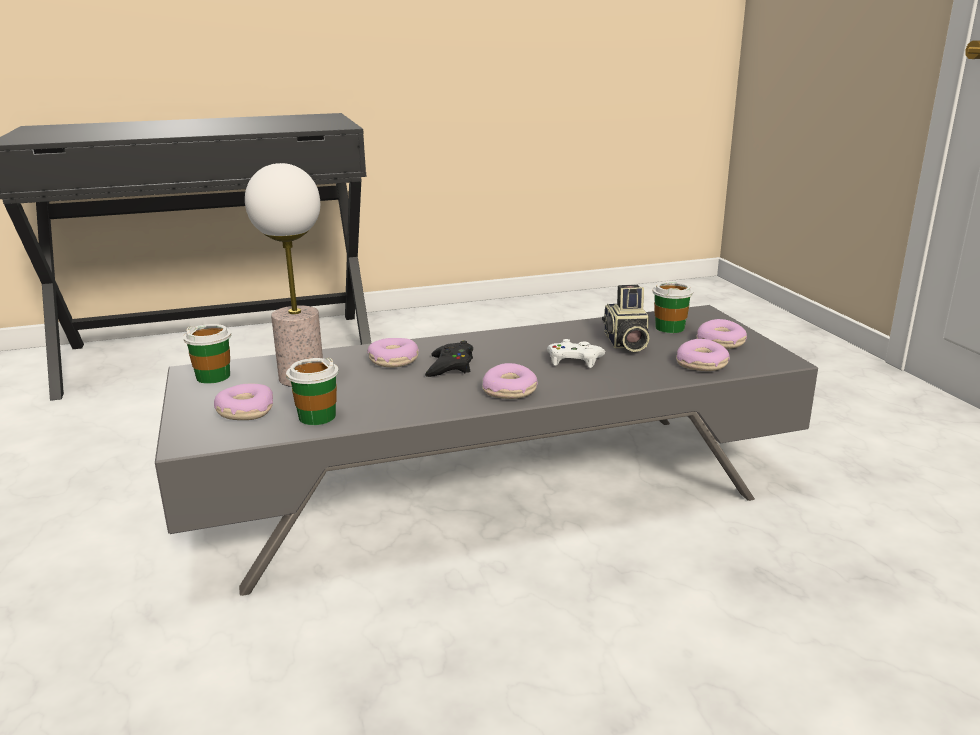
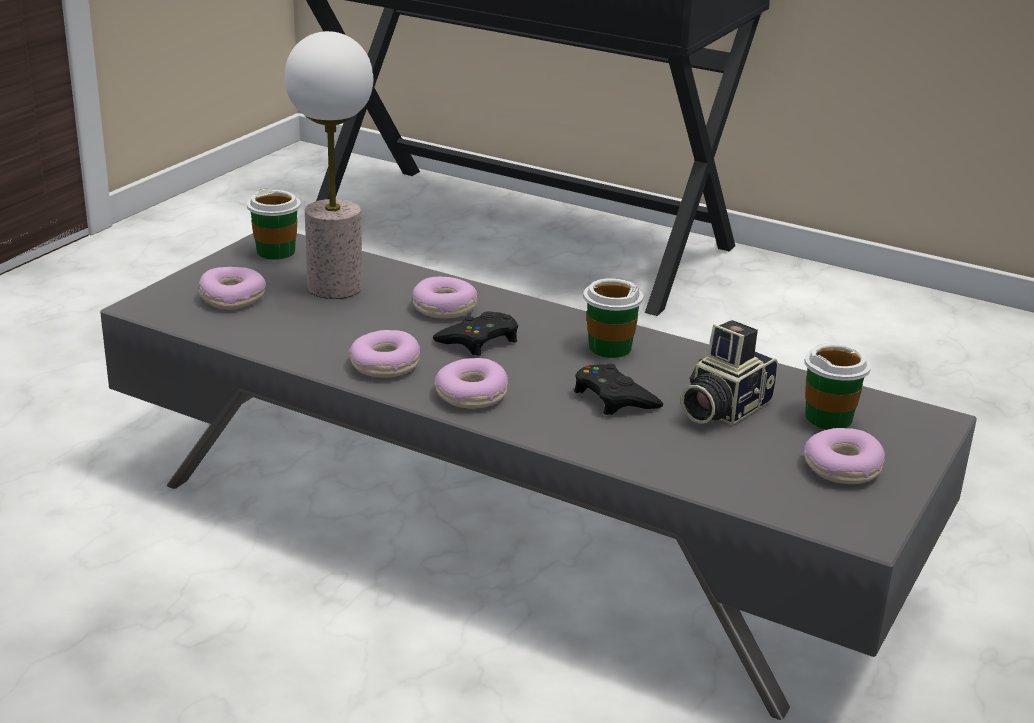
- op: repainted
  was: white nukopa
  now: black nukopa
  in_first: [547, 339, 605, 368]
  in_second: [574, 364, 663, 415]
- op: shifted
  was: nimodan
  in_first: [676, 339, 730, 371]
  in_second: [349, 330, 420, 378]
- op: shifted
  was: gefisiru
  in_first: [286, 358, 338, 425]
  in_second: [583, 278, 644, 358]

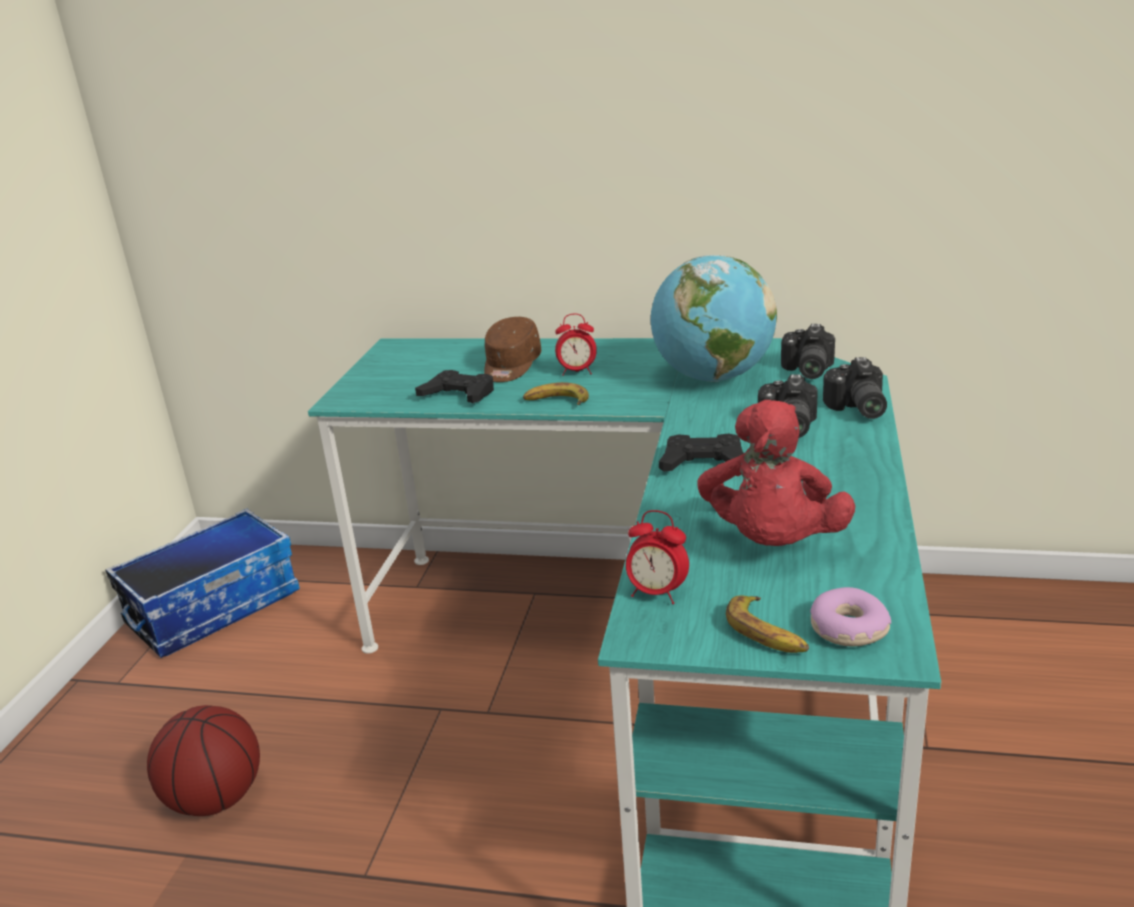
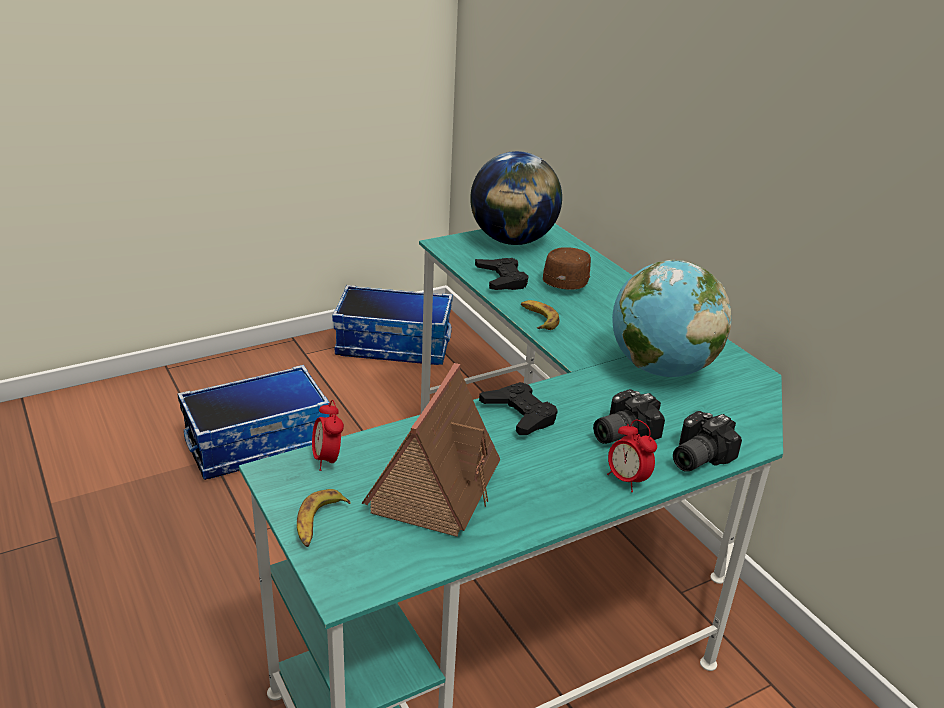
- op: shifted
  was: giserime
  in_first: [555, 314, 597, 376]
  in_second: [607, 420, 657, 492]
- op: rotated
  was: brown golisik
  in_first: [484, 317, 541, 382]
  in_second: [543, 247, 591, 290]
  clockwise: 135
- op: gone
  was: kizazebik
  in_first: [781, 324, 835, 379]
- op: swapped
  was: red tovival
  now: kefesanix
  in_first: [697, 400, 855, 546]
  in_second: [362, 363, 500, 537]
- op: gone
  was: nimodan
  in_first: [810, 587, 891, 646]
- op: swapped
  was: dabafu
  now: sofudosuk
  in_first: [147, 705, 260, 816]
  in_second: [177, 365, 330, 480]
- op: new
  now: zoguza
  in_second: [470, 151, 562, 245]

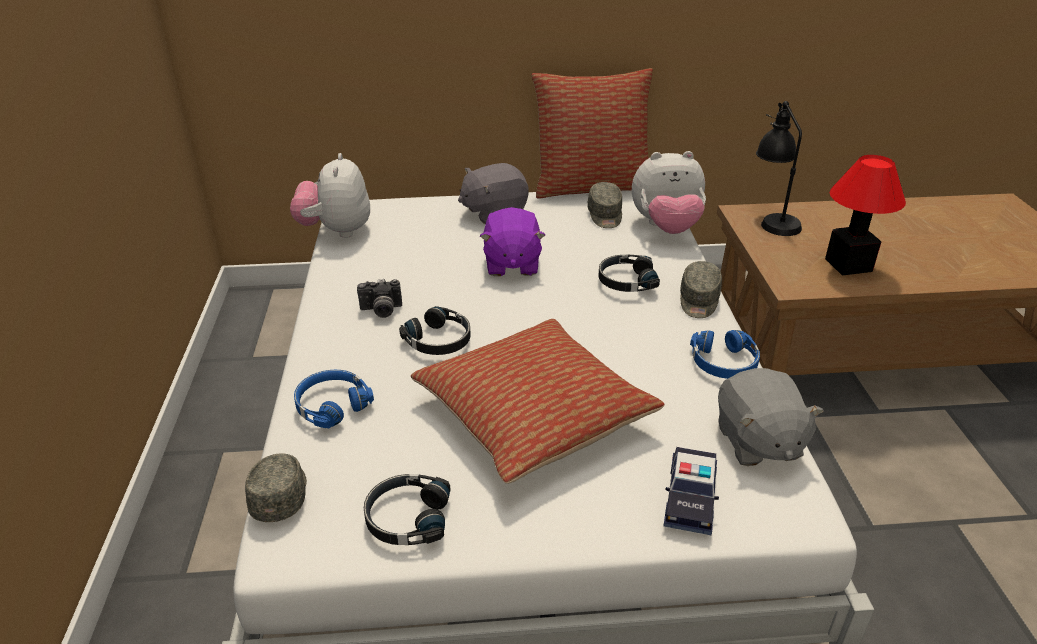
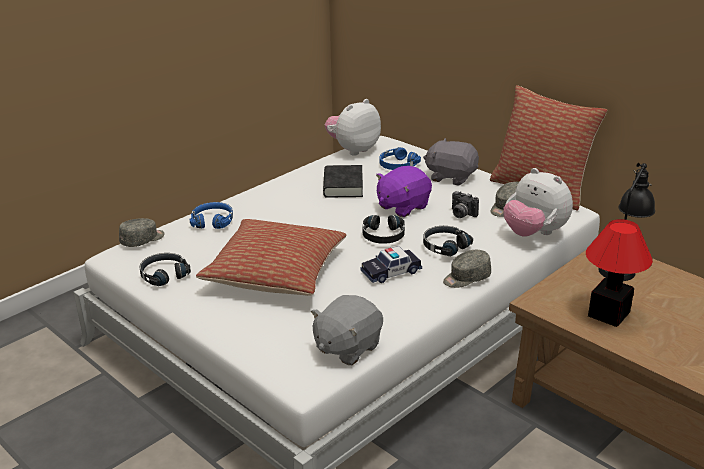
- op: shifted
  was: kizazebik
  in_first: [357, 279, 402, 318]
  in_second: [452, 191, 479, 218]
- op: shifted
  was: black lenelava
  in_first: [399, 306, 471, 355]
  in_second: [363, 215, 405, 244]
- op: shifted
  was: blue lenelava
  in_first: [690, 330, 760, 379]
  in_second: [380, 147, 421, 170]
- op: shifted
  was: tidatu
  in_first: [663, 447, 719, 535]
  in_second: [360, 246, 422, 283]
- op: new
  now: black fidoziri
  in_second: [323, 165, 363, 198]

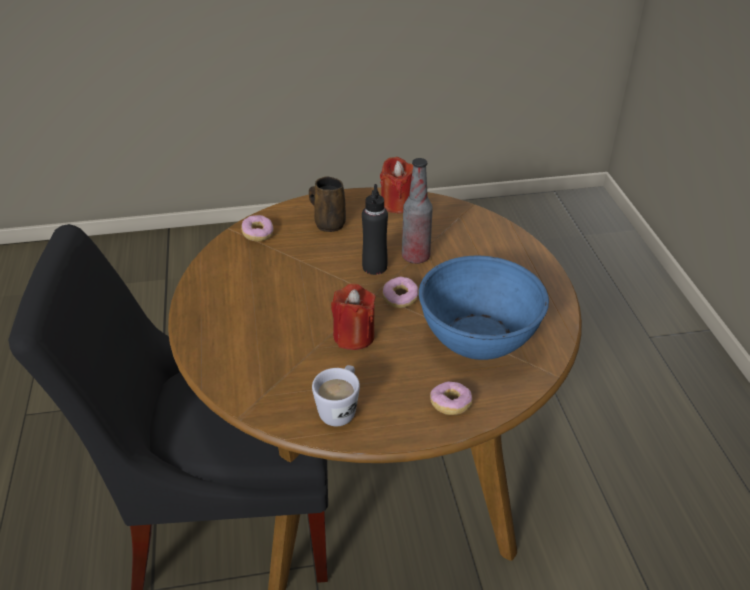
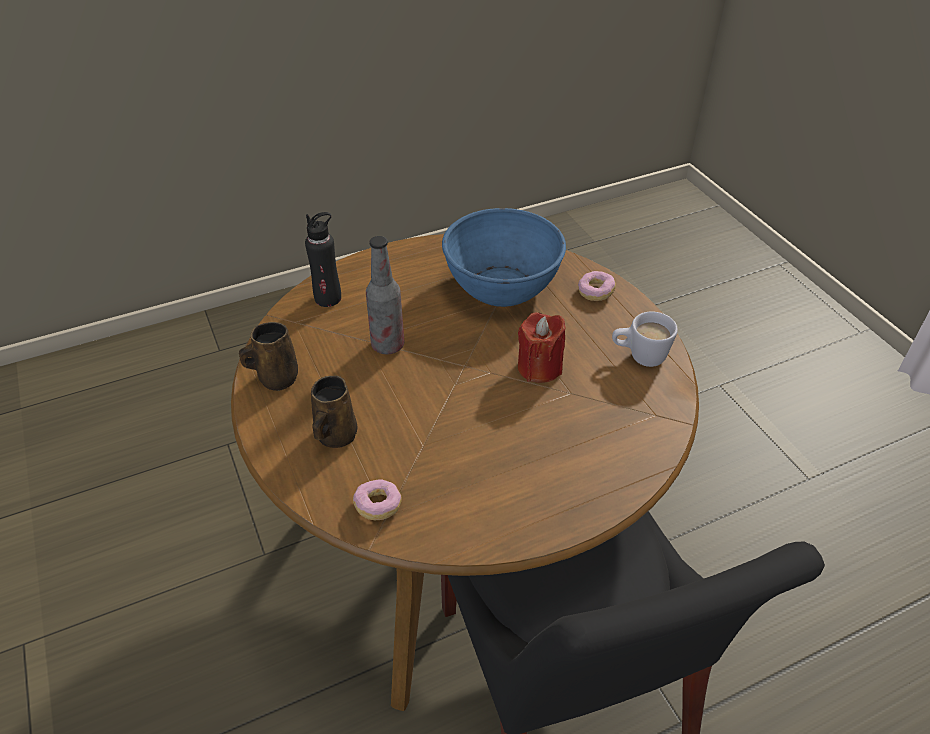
- op: swapped
  was: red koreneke
  now: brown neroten
  in_first: [380, 157, 413, 214]
  in_second: [239, 322, 298, 391]
- op: shifted
  was: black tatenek
  in_first: [362, 184, 388, 275]
  in_second: [305, 212, 341, 307]
- op: gone
  was: nimodan
  in_first: [382, 276, 419, 308]

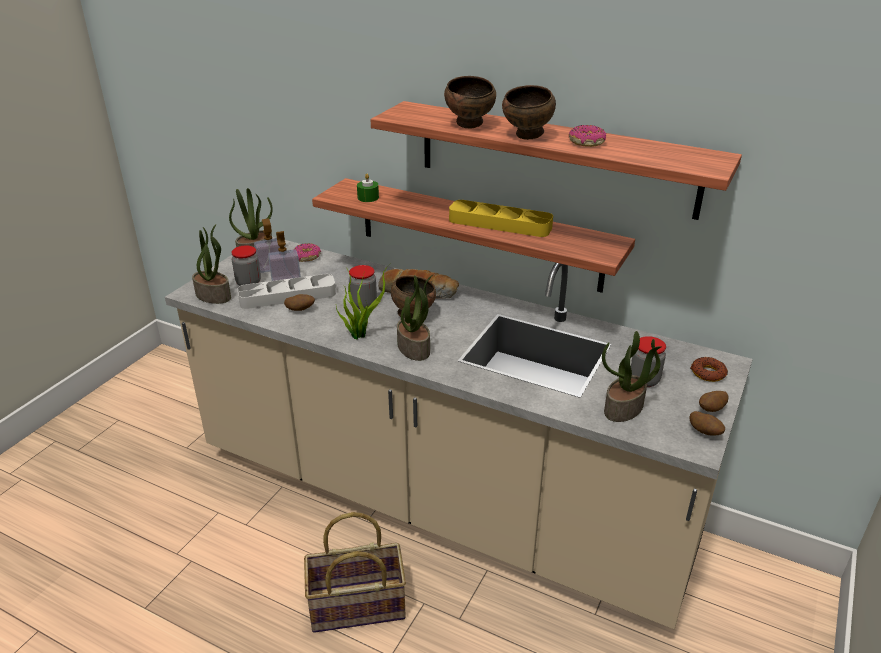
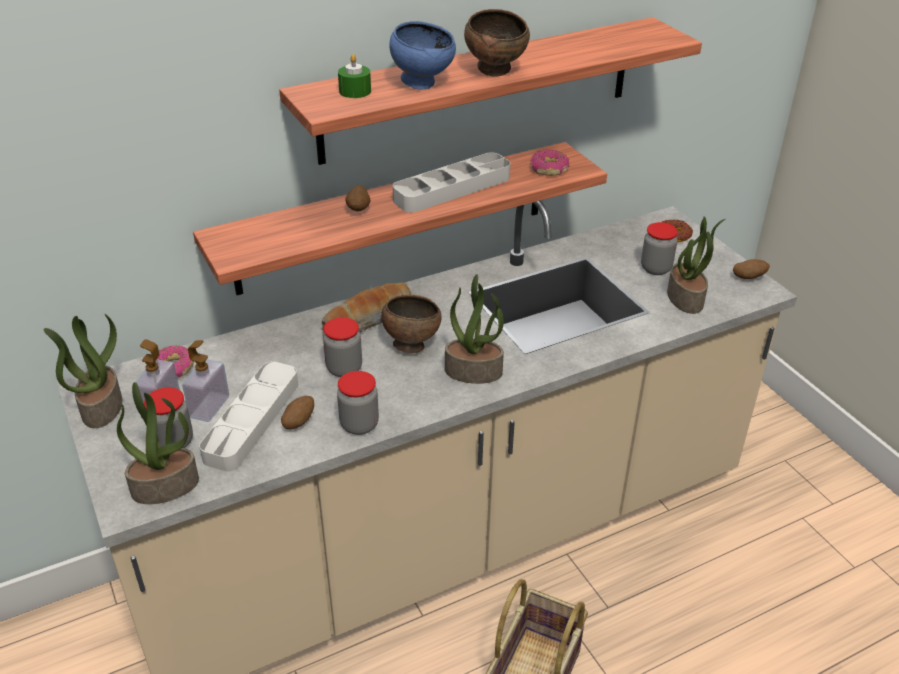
- op: repainted
  was: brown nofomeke
  now: blue nofomeke
  in_first: [444, 76, 496, 128]
  in_second: [389, 21, 456, 90]
- op: shifted
  was: nimodan
  in_first: [569, 125, 606, 147]
  in_second: [531, 150, 569, 176]
- op: shifted
  was: green koreneke
  in_first: [357, 174, 379, 202]
  in_second: [338, 54, 371, 98]
- op: repainted
  was: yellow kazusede
  now: grey kazusede
  in_first: [449, 200, 553, 237]
  in_second: [393, 152, 510, 213]
- op: gone
  was: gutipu
  in_first: [336, 263, 391, 339]
- op: shifted
  was: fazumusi
  in_first: [699, 391, 729, 412]
  in_second: [345, 185, 371, 211]
- op: new
  now: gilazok
  in_second: [337, 371, 379, 435]

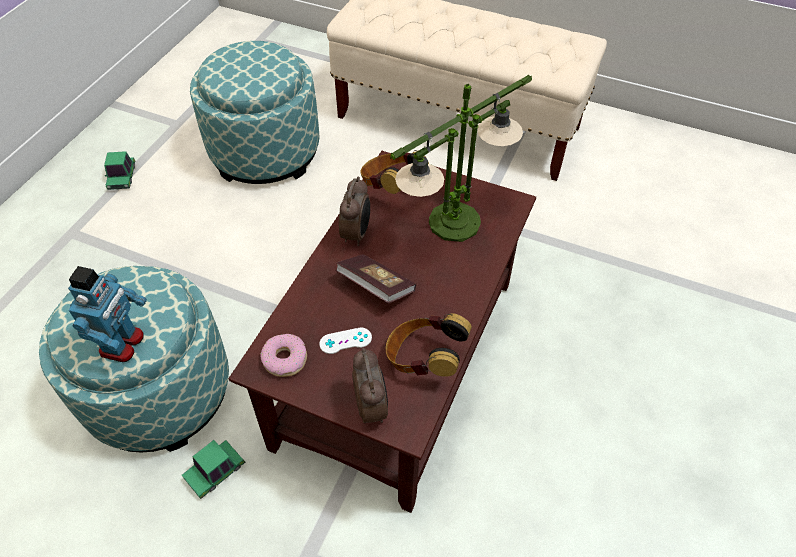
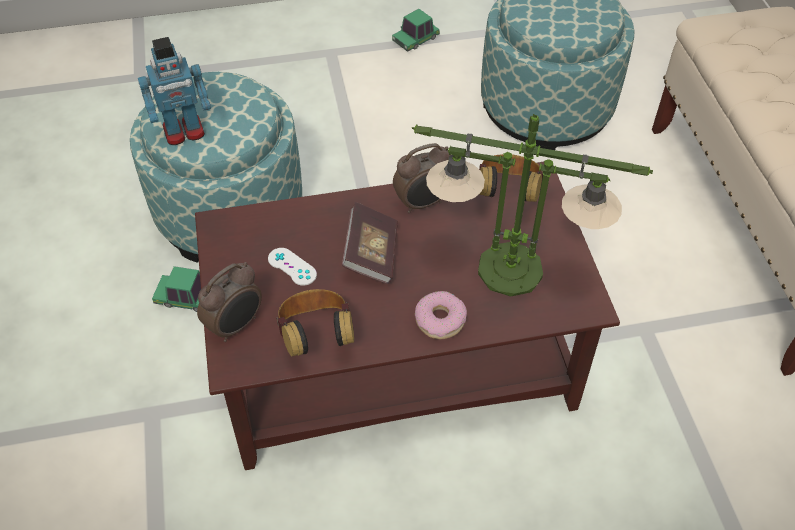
- op: shifted
  was: nimodan
  in_first: [260, 334, 307, 377]
  in_second: [415, 291, 467, 339]

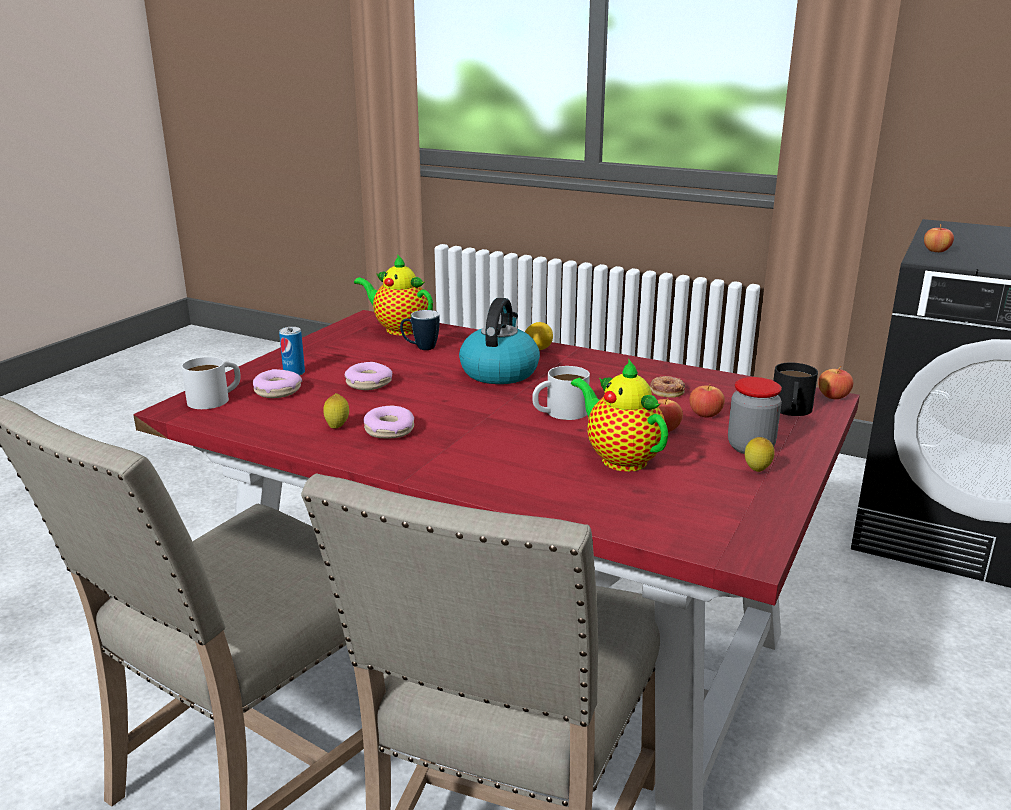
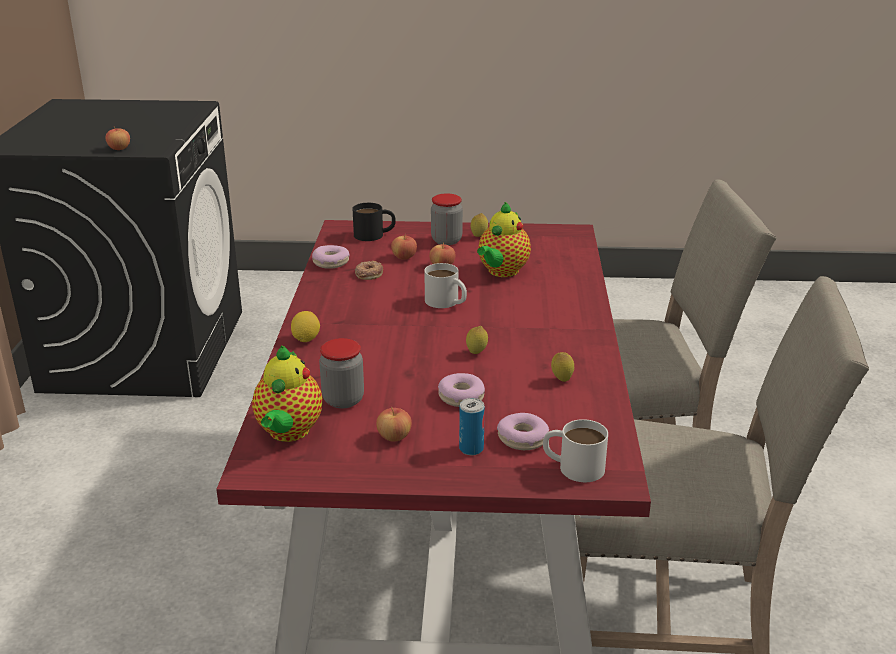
- op: gone
  was: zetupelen
  in_first: [459, 298, 540, 384]
- op: swapped
  was: neroten
  now: gilazok
  in_first: [400, 310, 440, 350]
  in_second: [319, 338, 364, 408]
- op: shifted
  was: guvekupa
  in_first: [818, 366, 853, 399]
  in_second: [376, 407, 412, 442]
- op: shifted
  was: nimodan
  in_first: [364, 406, 414, 438]
  in_second: [312, 245, 349, 269]
- op: new
  now: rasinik
  in_second: [466, 326, 488, 354]

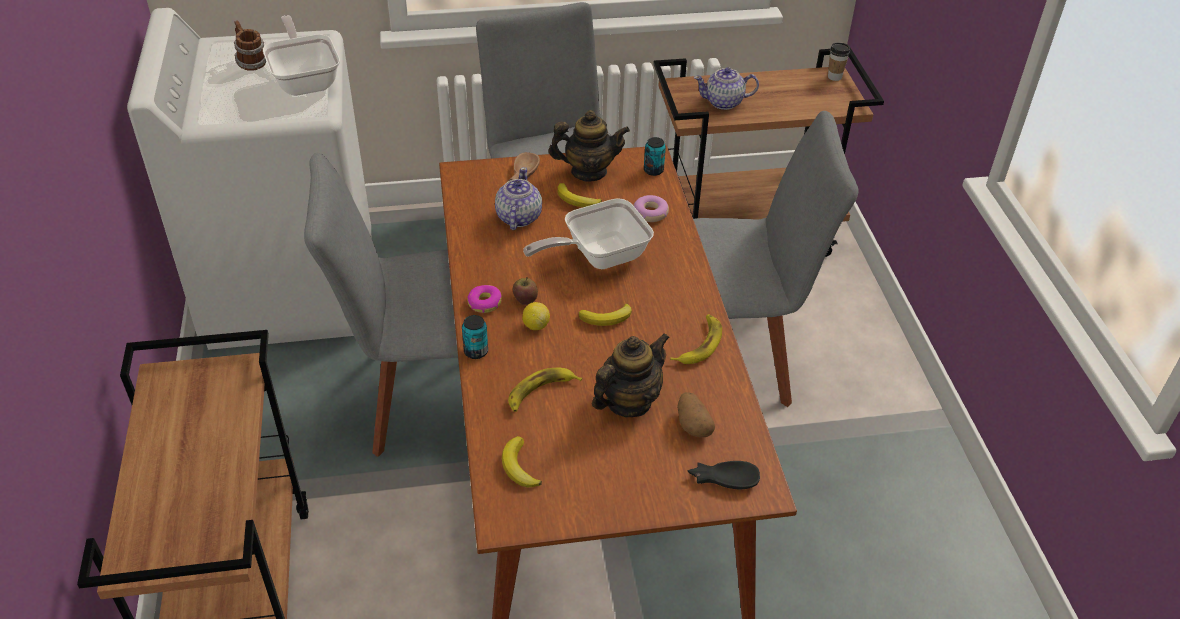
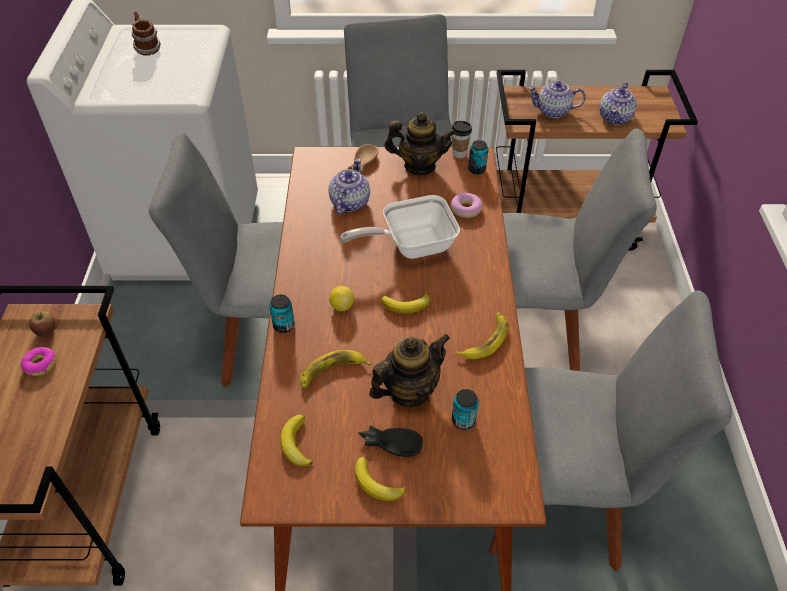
- op: gone
  was: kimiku
  in_first: [263, 15, 340, 96]
- op: shifted
  was: gefisiru
  in_first: [828, 42, 850, 81]
  in_second: [452, 121, 472, 158]
- op: shifted
  was: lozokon
  in_first: [557, 183, 602, 207]
  in_second: [355, 457, 406, 501]
- op: shifted
  was: guvekupa
  in_first: [513, 277, 538, 305]
  in_second: [29, 312, 55, 337]
- op: shifted
  was: nimodan
  in_first: [467, 285, 502, 313]
  in_second: [21, 347, 56, 376]
- op: swapped
  was: fazumusi
  now: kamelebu
  in_first: [677, 392, 715, 438]
  in_second: [452, 389, 479, 430]
- op: shifted
  was: black nofomeke
  in_first: [688, 461, 760, 489]
  in_second: [359, 426, 423, 457]
- op: new
  now: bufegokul
  in_second: [599, 82, 637, 125]
- op: new
  now: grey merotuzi
  in_second: [489, 290, 732, 572]

